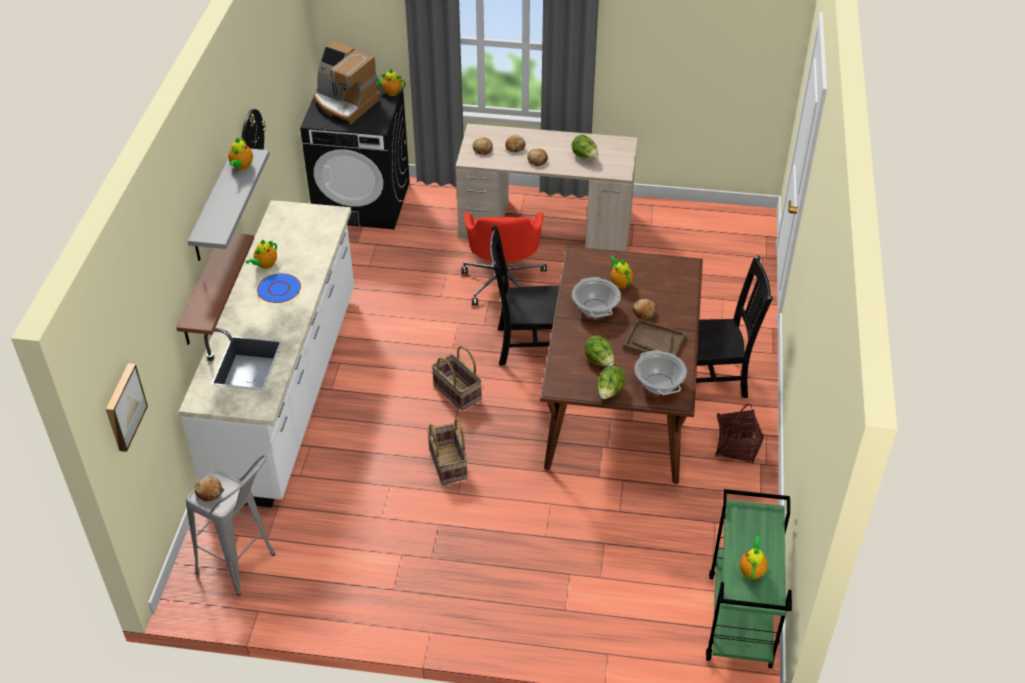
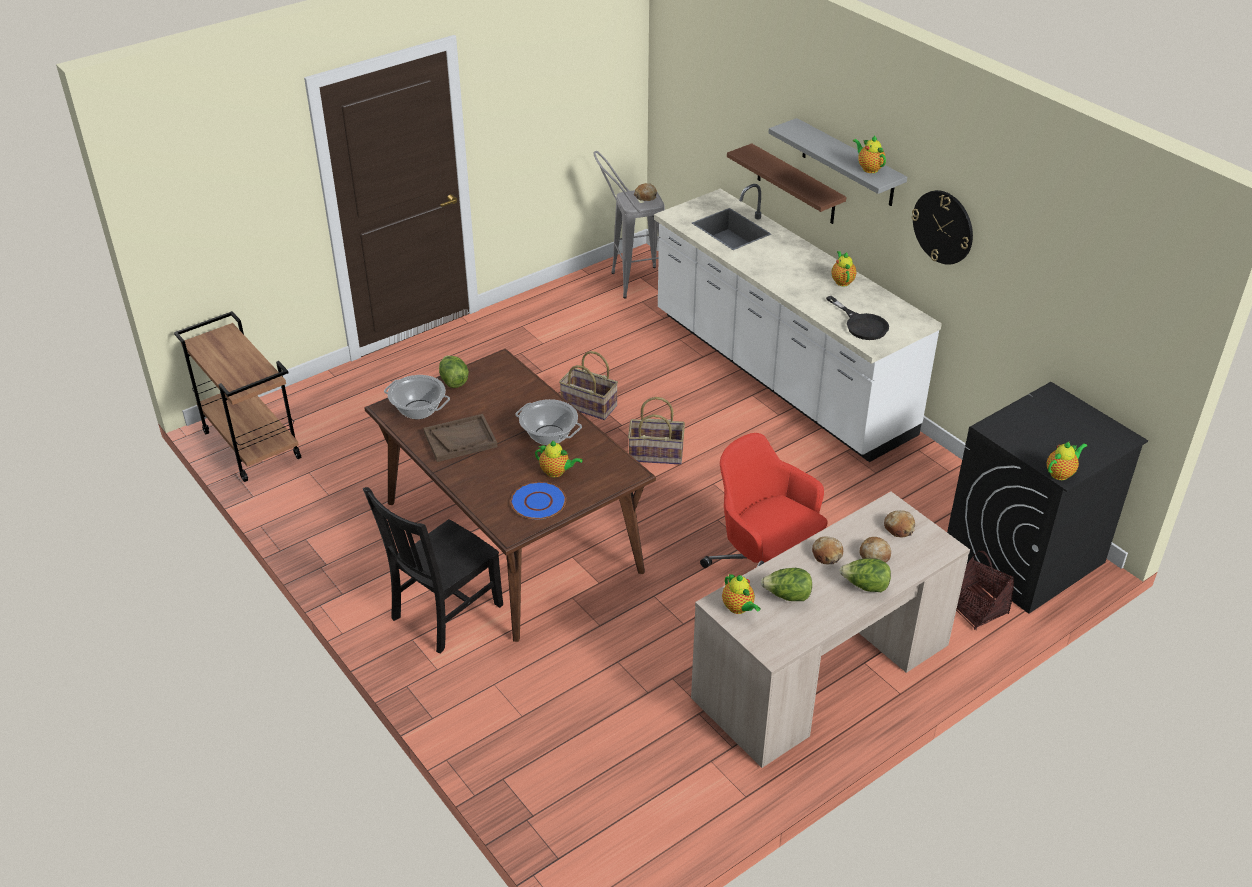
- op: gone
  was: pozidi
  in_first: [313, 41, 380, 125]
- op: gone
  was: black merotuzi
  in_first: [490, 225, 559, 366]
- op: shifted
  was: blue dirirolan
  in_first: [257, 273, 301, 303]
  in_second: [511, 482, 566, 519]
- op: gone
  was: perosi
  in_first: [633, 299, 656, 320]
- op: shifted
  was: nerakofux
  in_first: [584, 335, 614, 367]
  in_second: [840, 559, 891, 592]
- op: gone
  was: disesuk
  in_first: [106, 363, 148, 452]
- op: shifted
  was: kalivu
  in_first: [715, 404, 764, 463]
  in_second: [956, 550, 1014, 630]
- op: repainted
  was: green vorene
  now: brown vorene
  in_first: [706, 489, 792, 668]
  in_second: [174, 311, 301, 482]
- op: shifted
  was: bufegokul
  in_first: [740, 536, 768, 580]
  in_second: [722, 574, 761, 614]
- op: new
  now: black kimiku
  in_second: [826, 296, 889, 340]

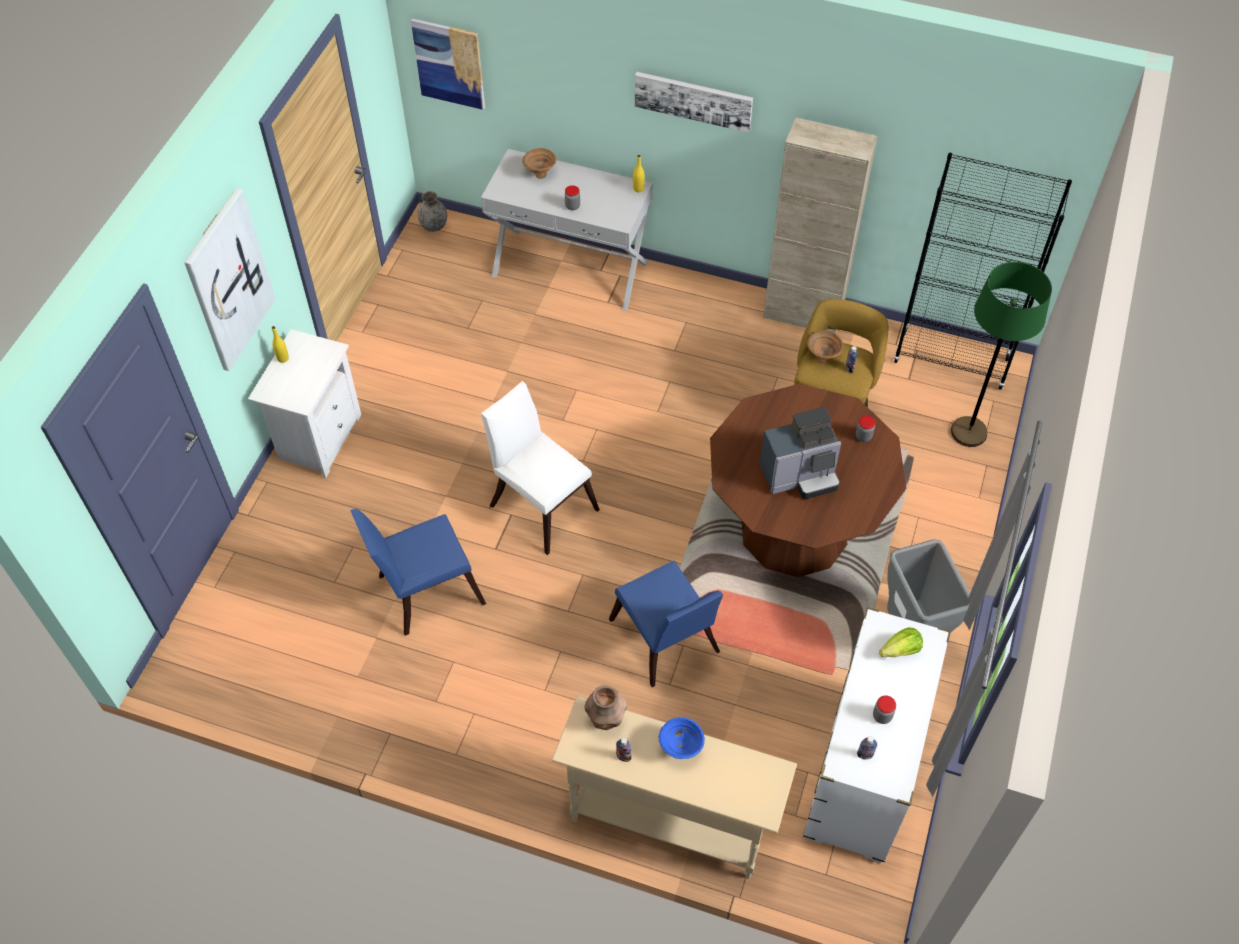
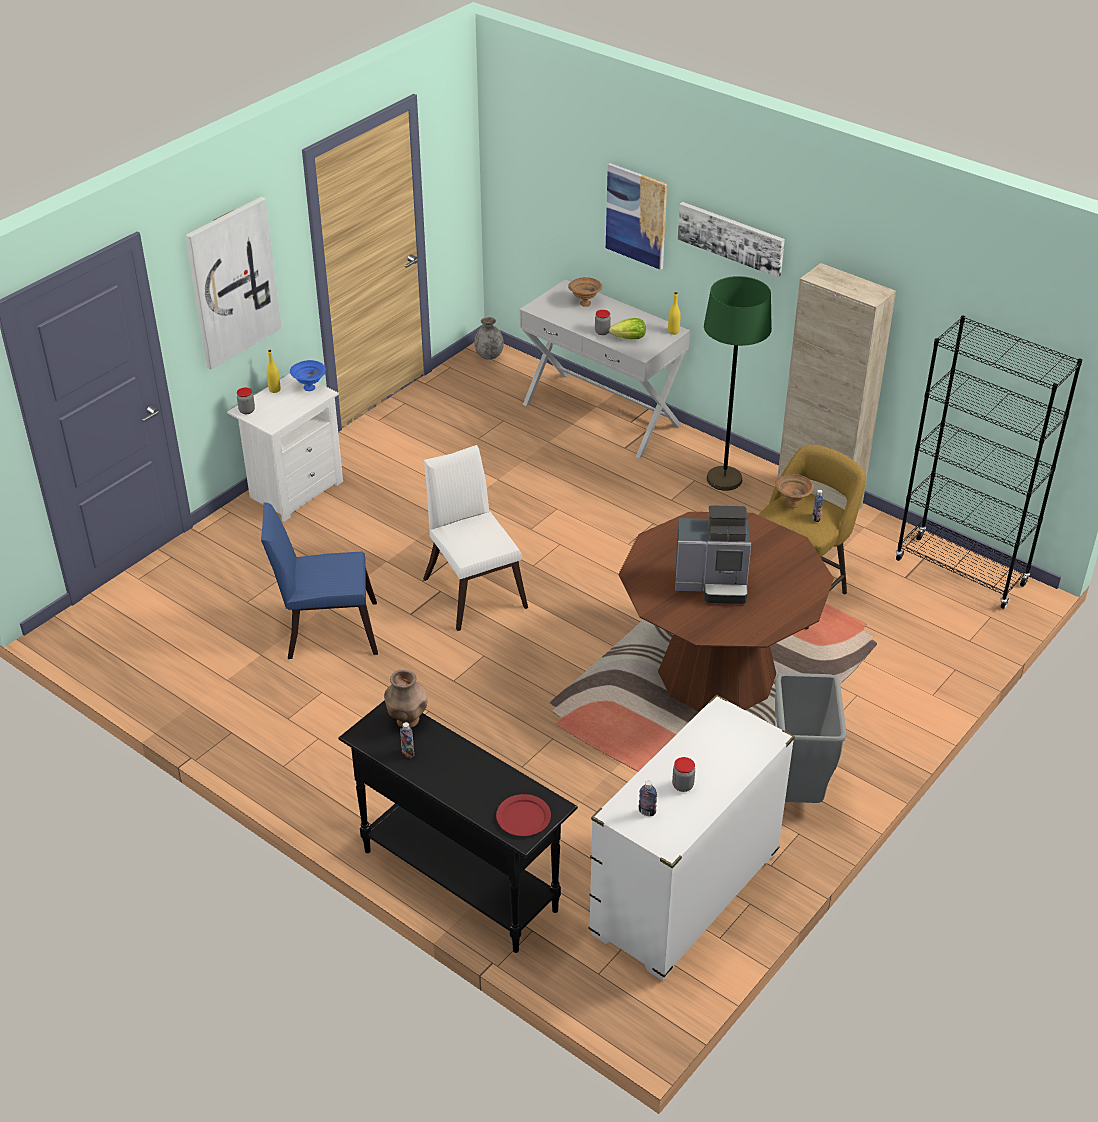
- op: shifted
  was: disesuk
  in_first: [411, 18, 485, 110]
  in_second: [606, 163, 667, 270]
- op: shifted
  was: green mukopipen
  in_first: [951, 262, 1052, 447]
  in_second: [704, 276, 772, 491]
- op: shifted
  was: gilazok
  in_first: [856, 416, 875, 442]
  in_second: [237, 388, 255, 414]
- op: gone
  was: blue merotuzi
  in_first: [609, 561, 723, 687]
- op: shifted
  was: nerakofux
  in_first: [879, 627, 923, 657]
  in_second: [609, 318, 646, 339]
- op: repainted
  was: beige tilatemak
  now: black tilatemak
  in_first: [552, 695, 797, 879]
  in_second: [338, 700, 578, 953]
- op: shifted
  was: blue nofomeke
  in_first: [659, 717, 705, 759]
  in_second: [290, 360, 326, 391]
- op: new
  now: red dirirolan
  in_second: [496, 794, 551, 836]

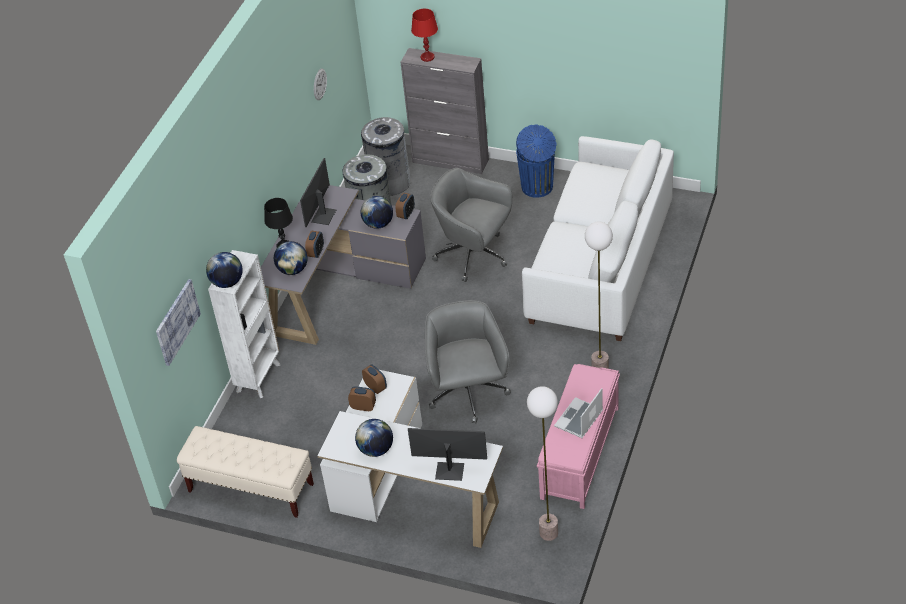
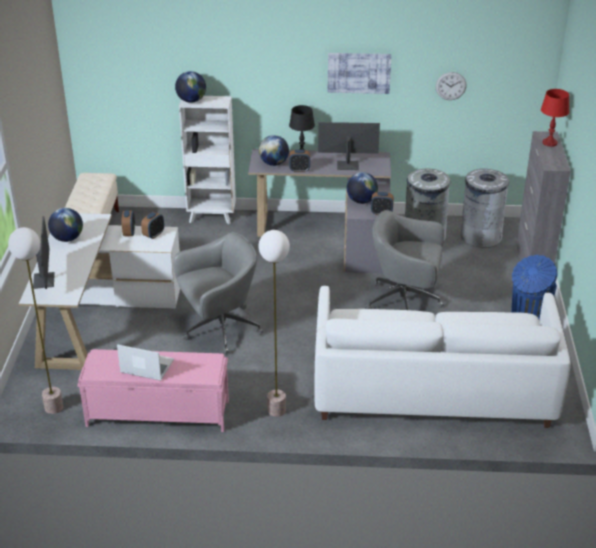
- op: rotated
  was: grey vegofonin
  in_first: [430, 168, 512, 282]
  in_second: [365, 210, 444, 310]
  clockwise: -90
- op: shifted
  was: disesuk
  in_first: [156, 279, 201, 366]
  in_second: [328, 53, 392, 94]

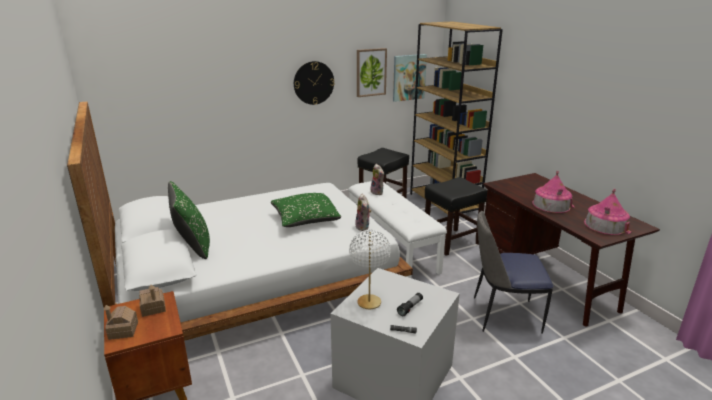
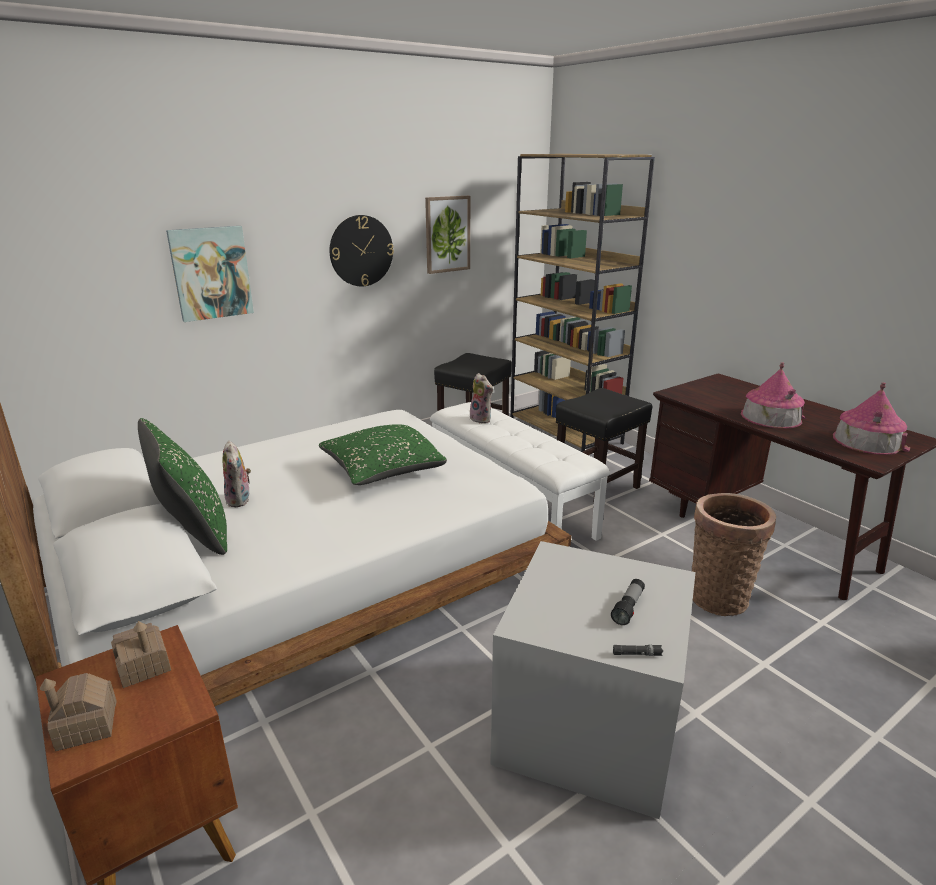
- op: shifted
  was: disesuk
  in_first: [393, 54, 427, 102]
  in_second: [166, 226, 254, 322]
- op: shifted
  was: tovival
  in_first: [355, 194, 372, 231]
  in_second: [222, 441, 251, 507]
- op: swapped
  was: merotuzi
  now: kalivu
  in_first: [474, 211, 553, 334]
  in_second: [692, 493, 776, 616]
- op: gone
  was: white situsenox
  in_first: [349, 230, 391, 309]

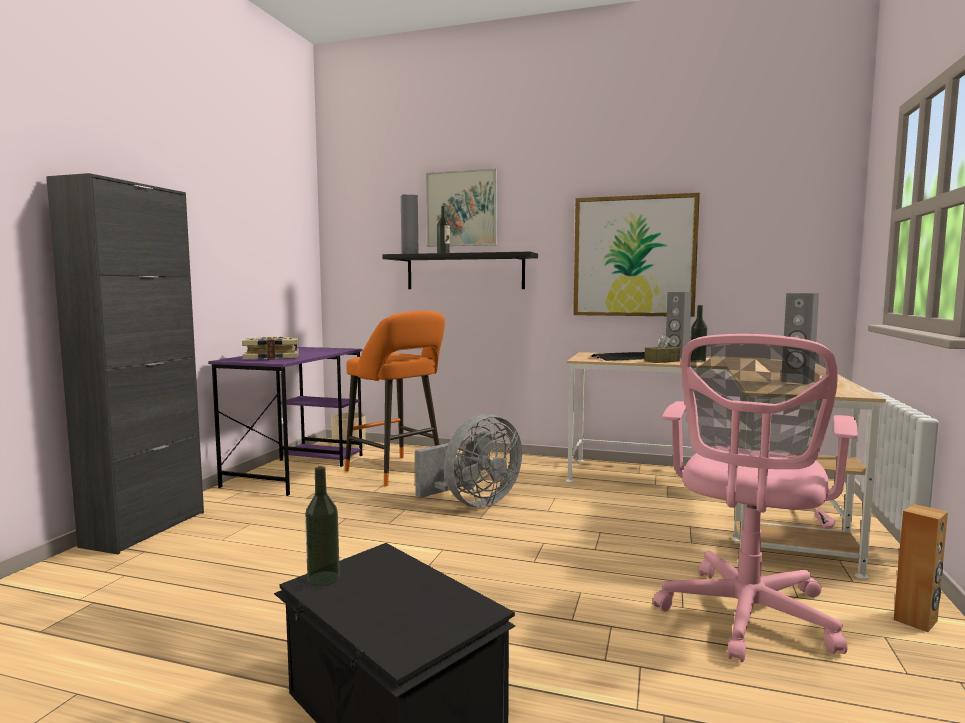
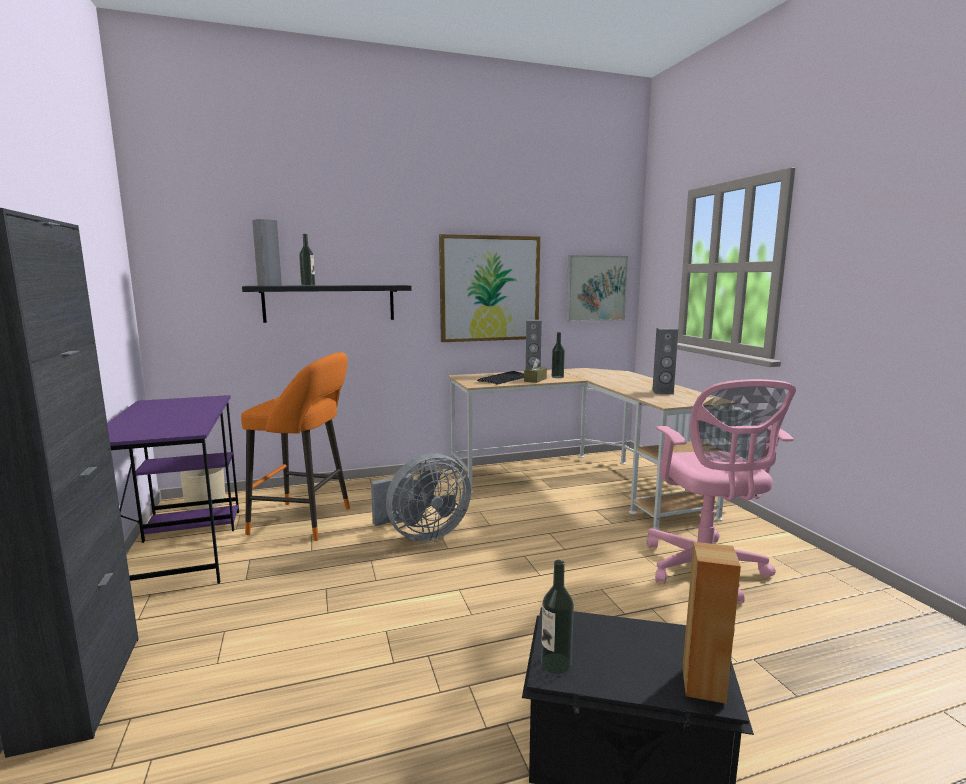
- op: shifted
  was: disesuk
  in_first: [426, 169, 497, 247]
  in_second: [566, 255, 628, 322]
- op: gone
  was: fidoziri
  in_first: [242, 336, 299, 360]
- op: rotated
  was: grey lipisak
  in_first: [415, 414, 522, 507]
  in_second: [371, 453, 471, 542]
  clockwise: 45
- op: shifted
  was: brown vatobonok
  in_first: [894, 504, 948, 632]
  in_second: [683, 542, 741, 704]

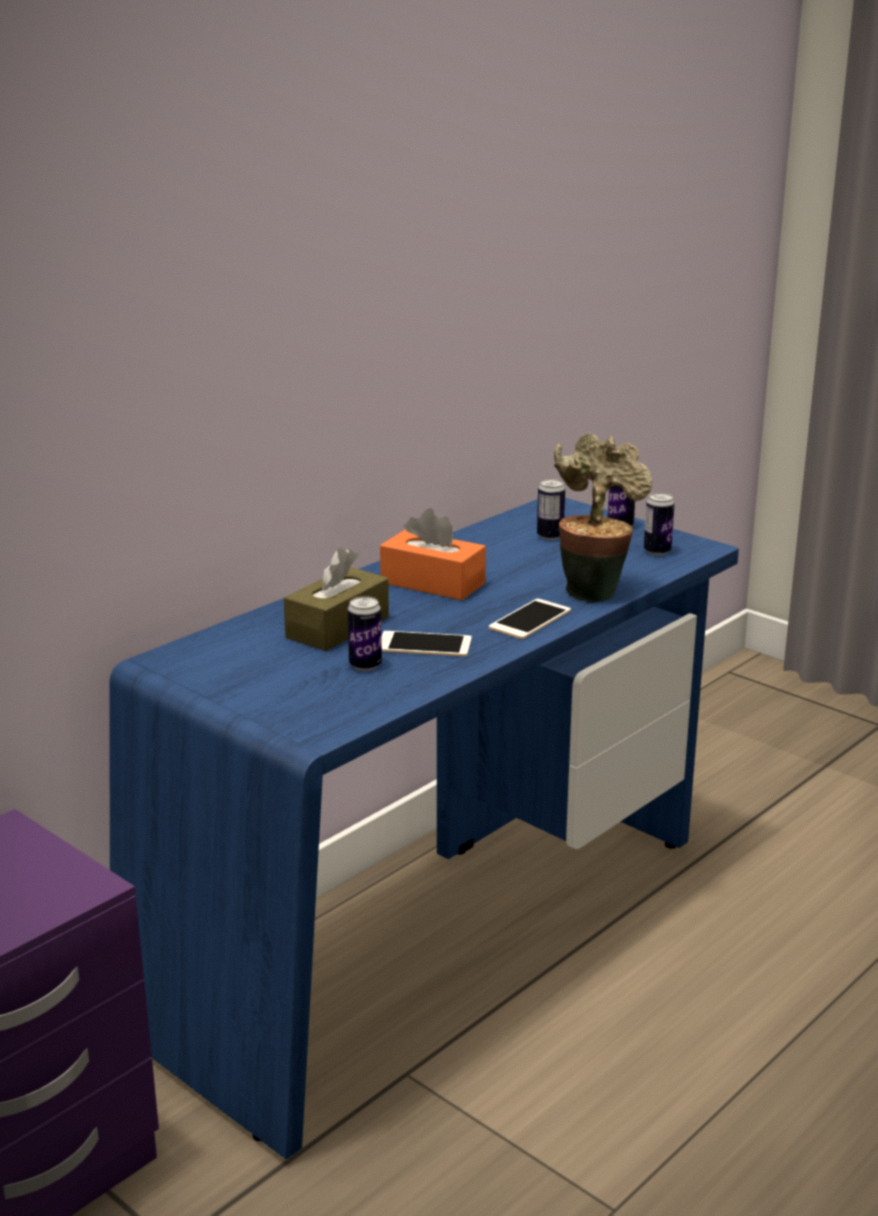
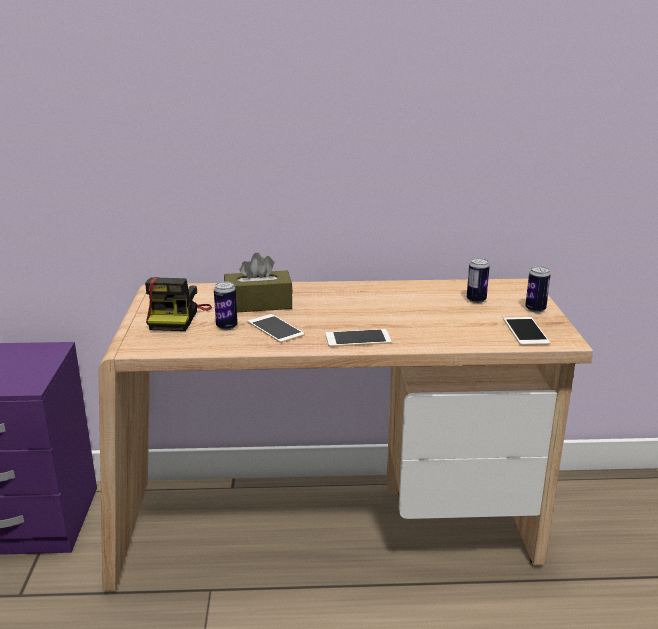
- op: gone
  was: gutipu
  in_first: [554, 433, 653, 603]
- op: swapped
  was: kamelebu
  now: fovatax
  in_first: [644, 493, 675, 555]
  in_second: [503, 317, 550, 346]
- op: repainted
  was: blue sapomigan
  now: beige sapomigan
  in_first: [109, 498, 739, 1159]
  in_second: [99, 279, 593, 591]
- op: gone
  was: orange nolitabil
  in_first: [380, 508, 486, 600]
- op: new
  now: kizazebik
  in_second: [145, 277, 212, 331]

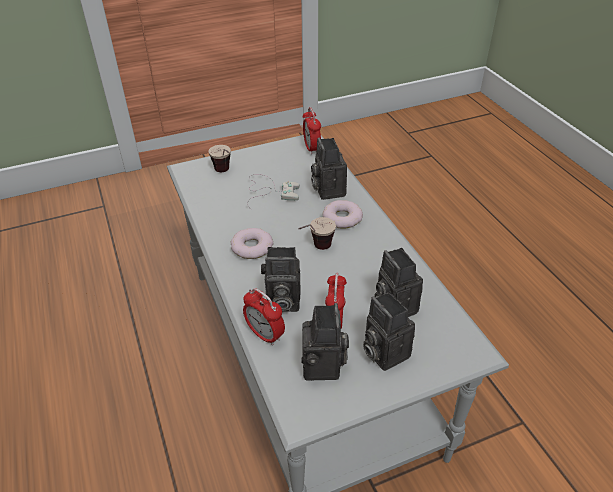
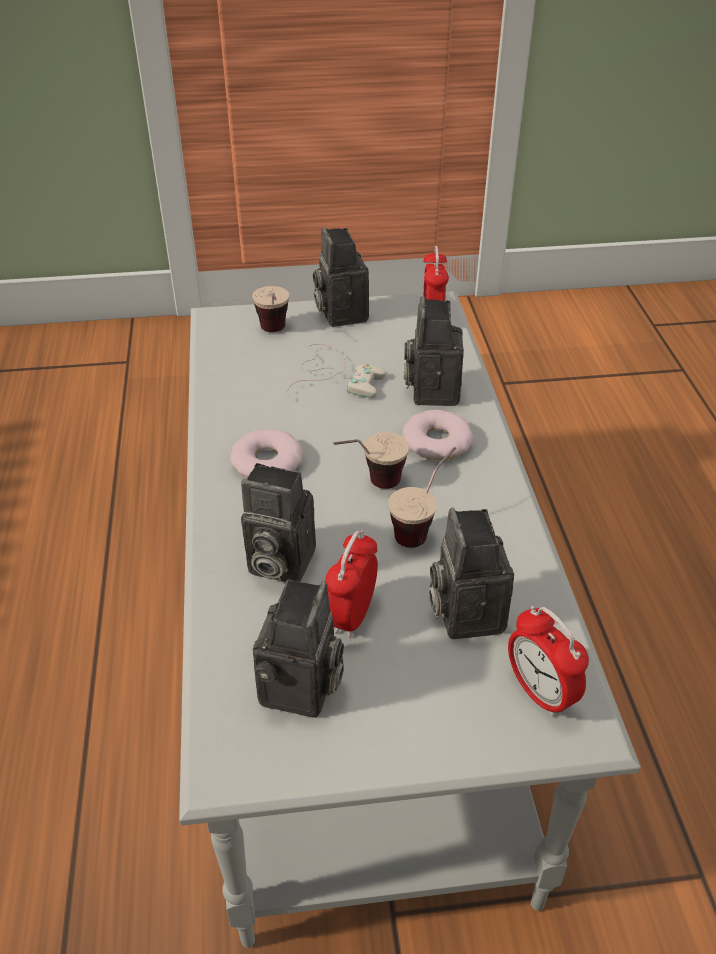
- op: shifted
  was: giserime
  in_first: [243, 288, 285, 346]
  in_second: [508, 606, 589, 717]
- op: shifted
  was: kizazebik
  in_first: [363, 292, 415, 371]
  in_second: [313, 227, 369, 327]
- op: new
  now: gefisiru
  in_second: [388, 447, 456, 548]

